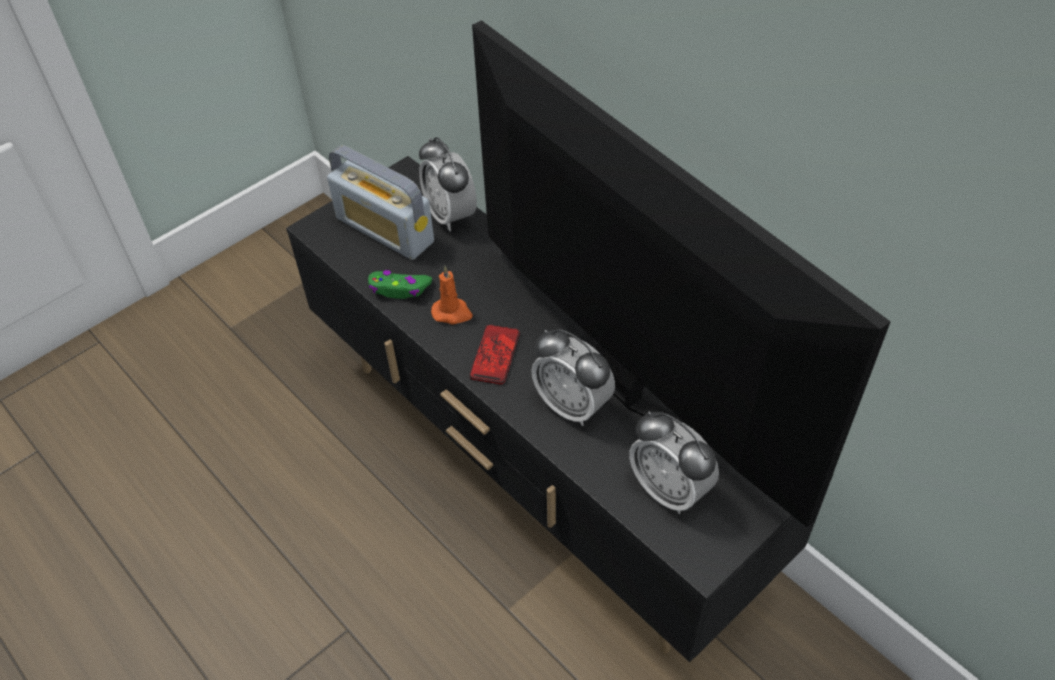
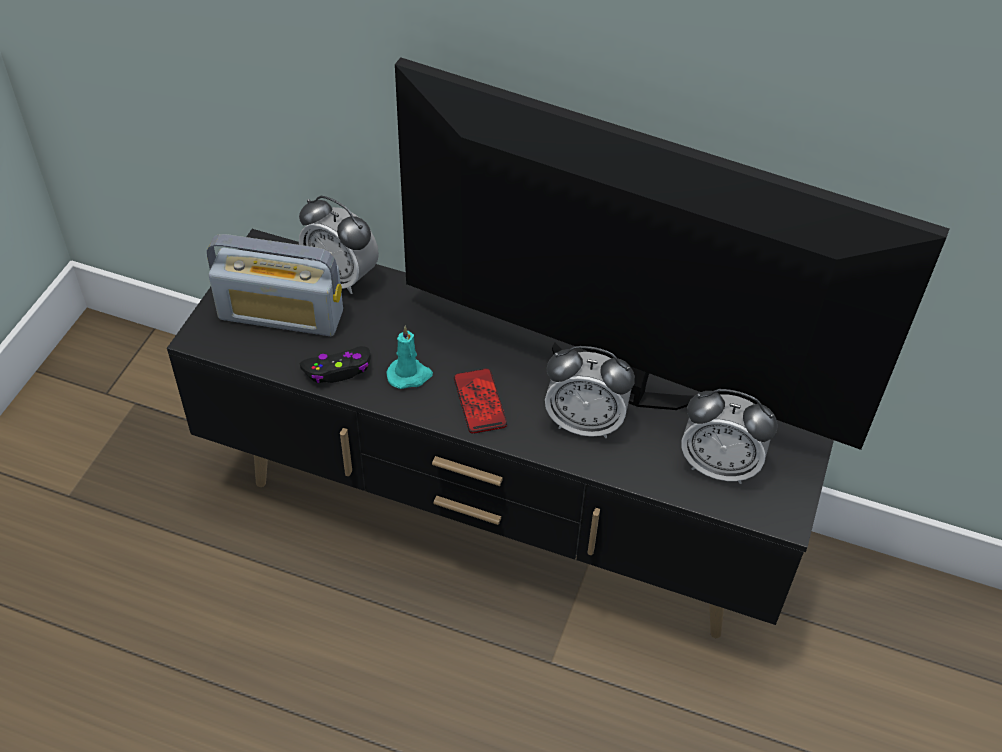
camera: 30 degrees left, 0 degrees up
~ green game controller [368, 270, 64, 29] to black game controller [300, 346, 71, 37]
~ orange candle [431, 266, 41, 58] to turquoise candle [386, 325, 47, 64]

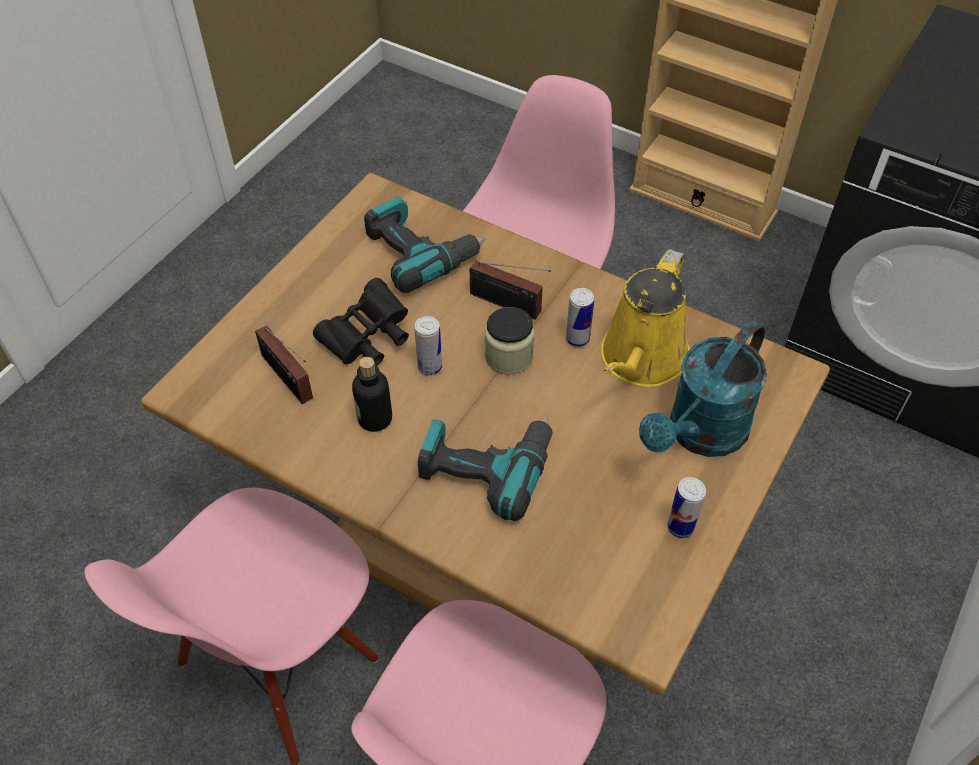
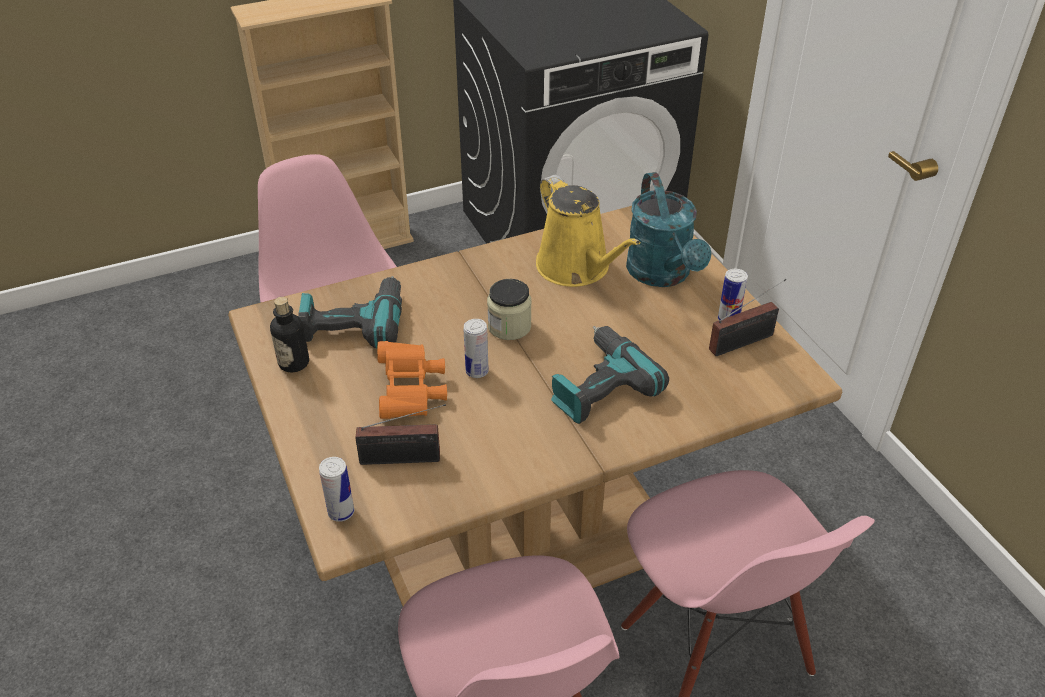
camera: 55 degrees left, 10 degrees down
~ bottle [352, 357, 40, 75] to [270, 297, 39, 75]
~ can [566, 288, 28, 59] to [319, 457, 35, 65]
~ black binoculars [313, 278, 96, 87] to orange binoculars [377, 341, 70, 78]
~ radio [470, 261, 81, 59] to [709, 279, 77, 77]

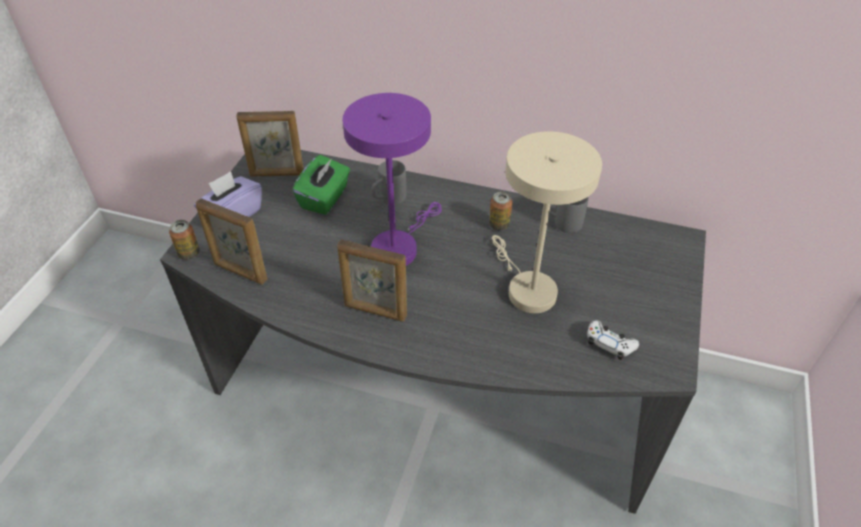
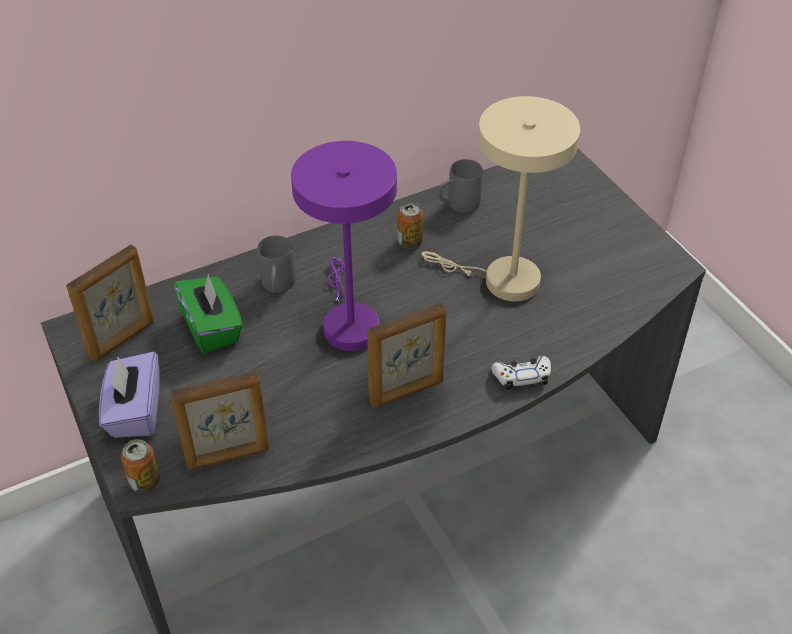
camera: 45 degrees left, 0 degrees up
~ white game controller [587, 320, 52, 40] to [491, 356, 60, 34]

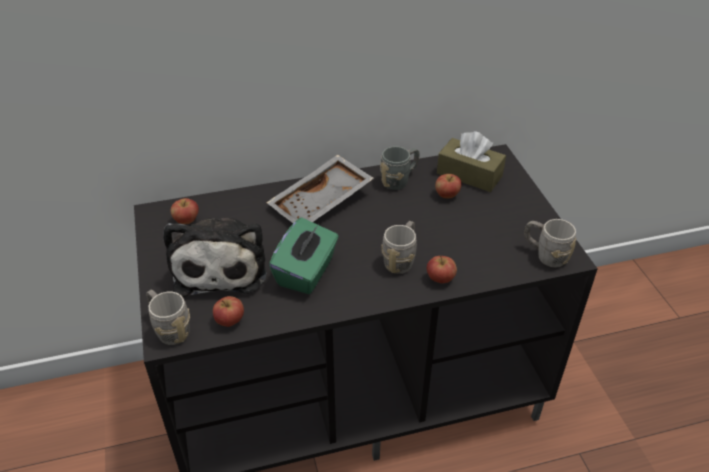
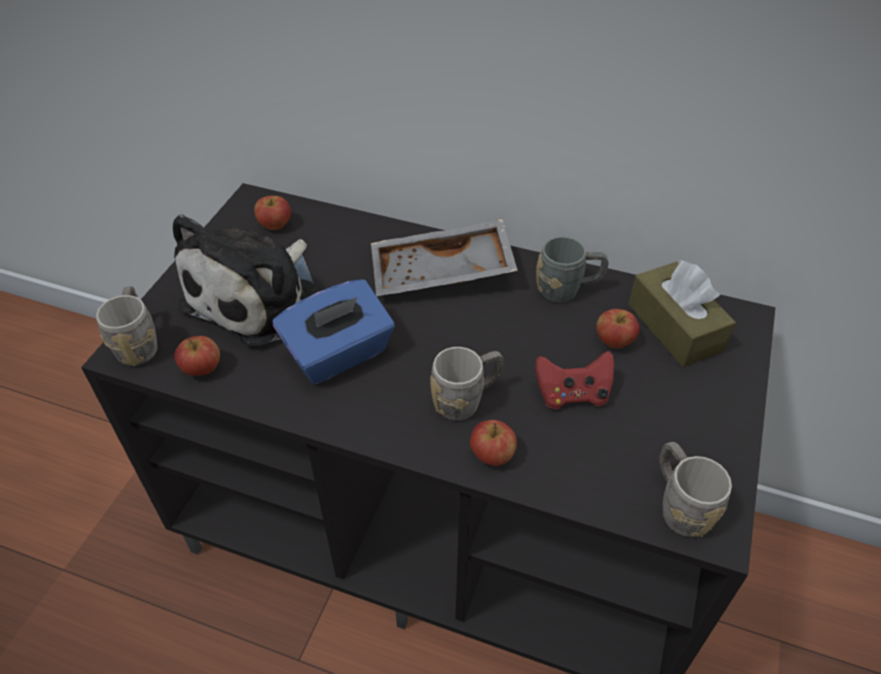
camera: 35 degrees right, 5 degrees up
~ green tissue box [269, 217, 70, 77] to blue tissue box [273, 279, 122, 105]
+ red game controller [535, 351, 79, 58]

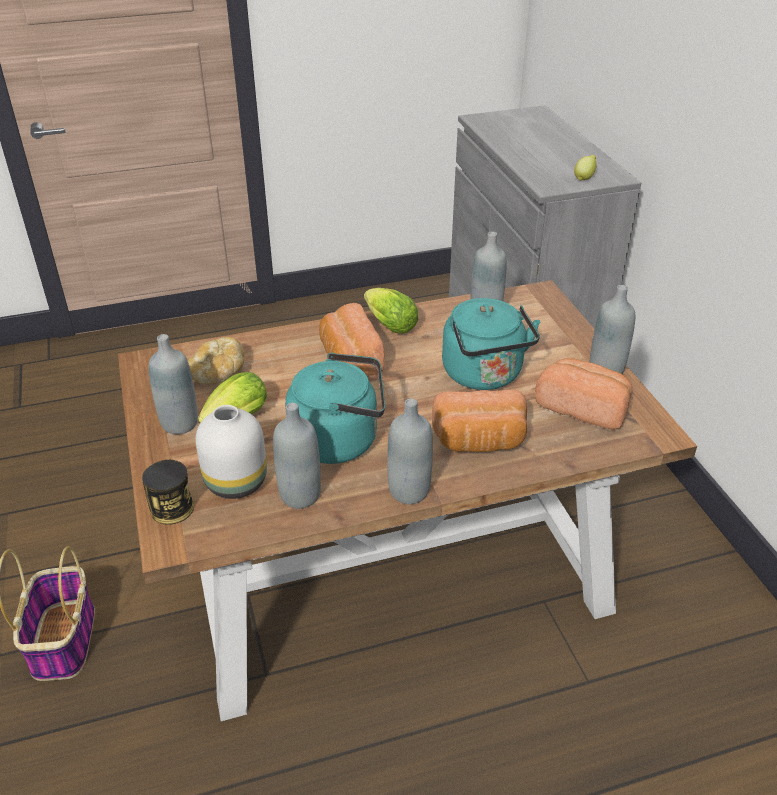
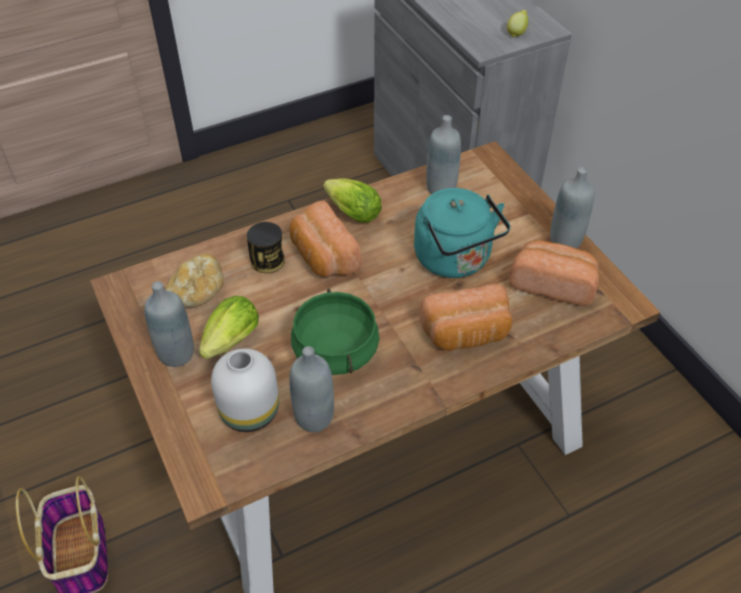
camera: 10 degrees left, 10 degrees up
~ can [142, 460, 52, 65] to [247, 222, 38, 51]
~ turquoise kettle [285, 353, 100, 111] to green cooking pot [291, 288, 89, 87]
- grey bottle [387, 399, 46, 106]

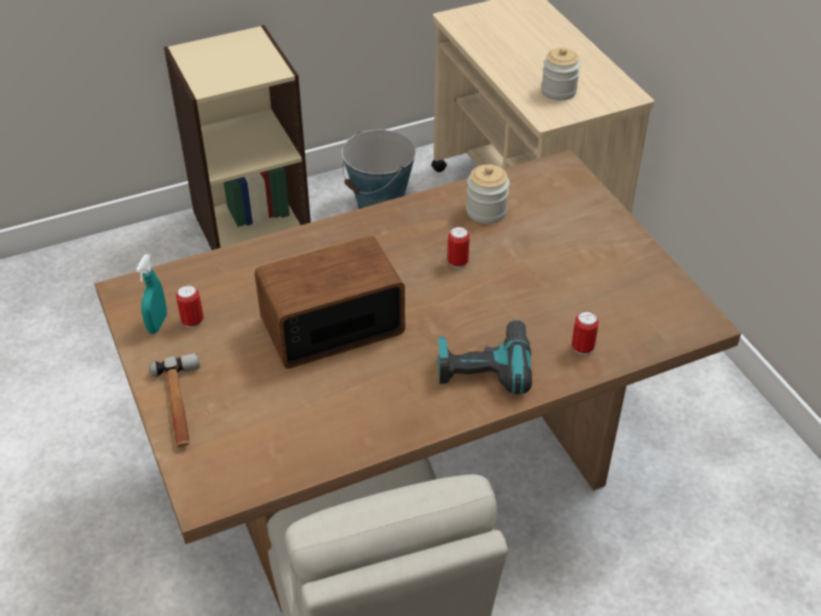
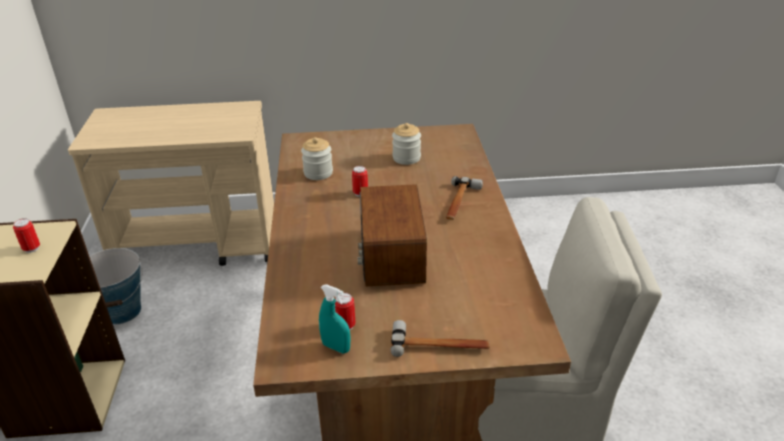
camera: 70 degrees left, 10 degrees down
~ can [572, 311, 27, 44] to [13, 218, 27, 35]
~ jar [541, 48, 39, 52] to [392, 123, 29, 42]
~ power drill [438, 317, 94, 78] to hammer [446, 176, 37, 44]

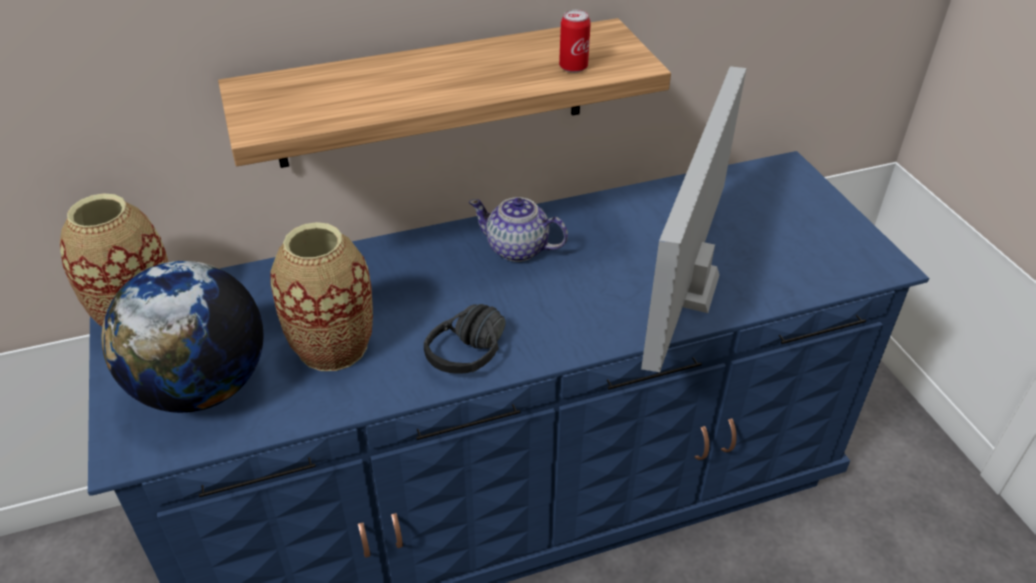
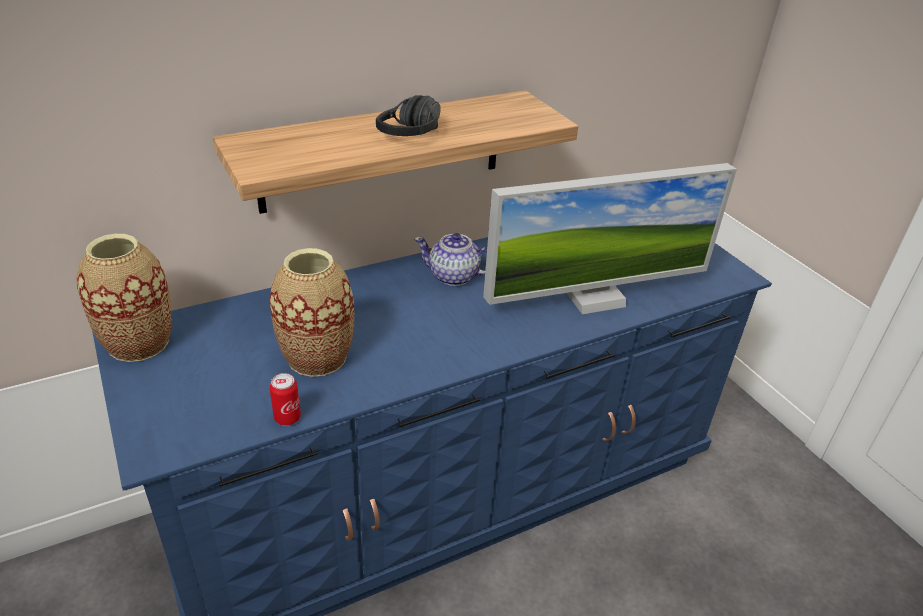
camera: 10 degrees left, 5 degrees down
~ can [559, 10, 32, 63] to [269, 373, 32, 53]
~ black headphones [424, 304, 82, 70] to [376, 95, 65, 41]
~ monitor [641, 66, 106, 306] = [483, 163, 254, 151] 120 degrees counterclockwise
- globe [101, 261, 163, 152]

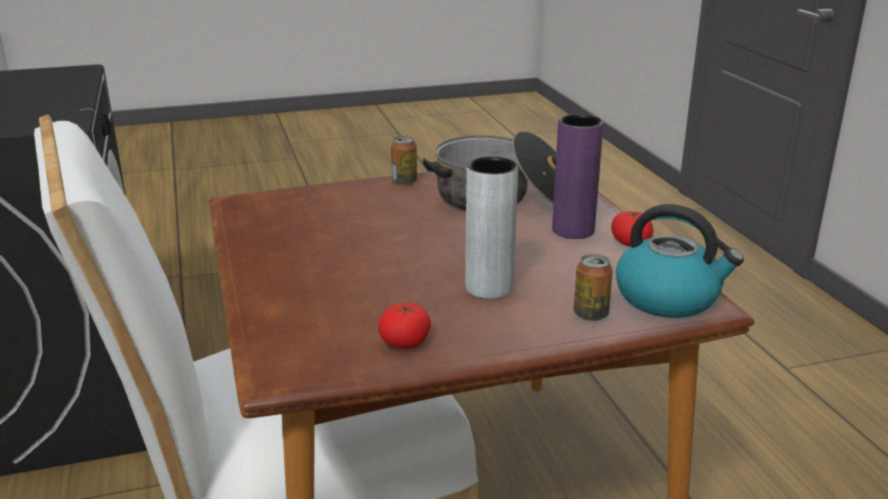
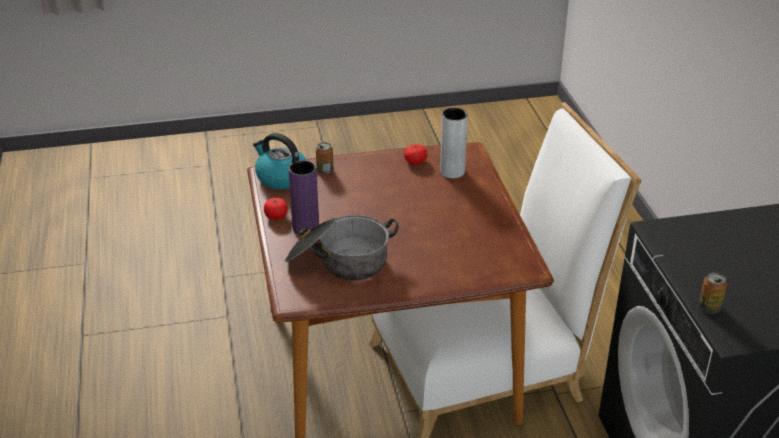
camera: 175 degrees left, 10 degrees up
~ grey vase [465, 156, 53, 143] to [440, 108, 28, 70]
~ can [391, 136, 26, 49] to [699, 272, 28, 41]

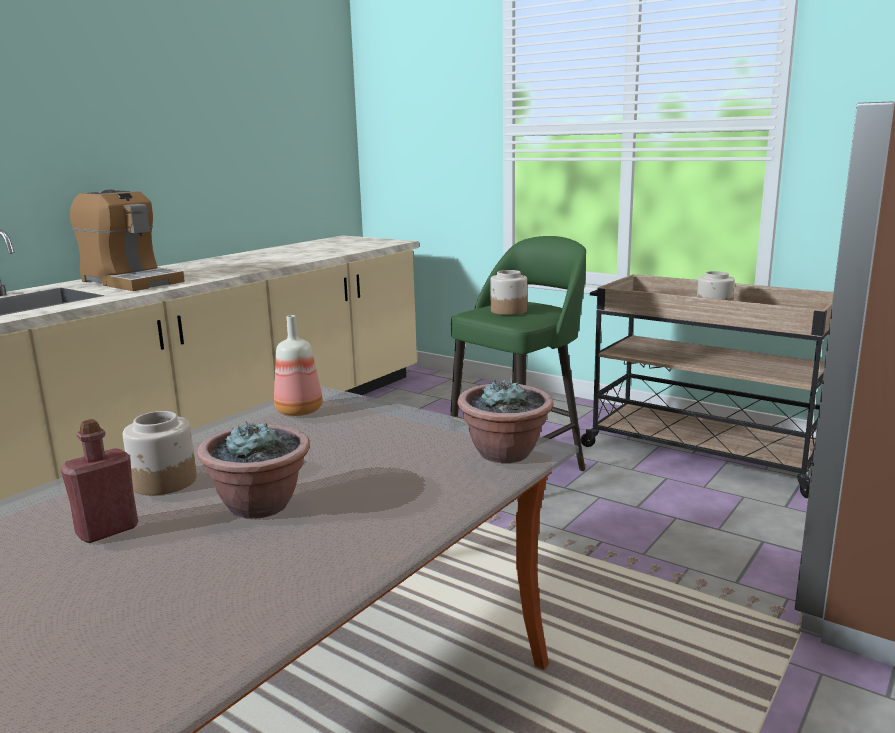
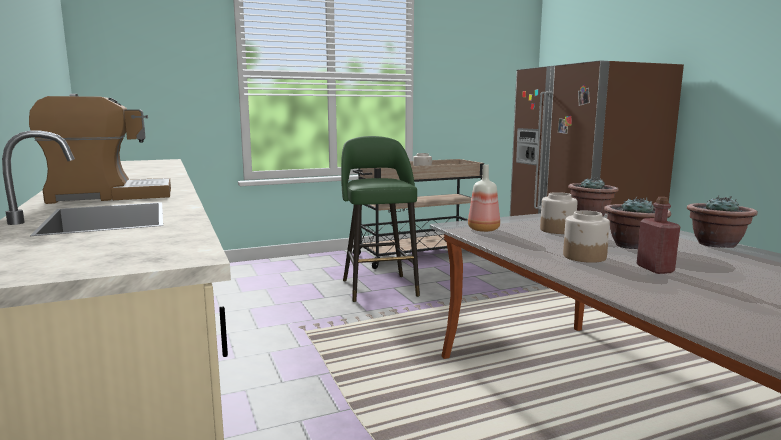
camera: 60 degrees left, 5 degrees down
~ jar [490, 270, 37, 45] to [540, 192, 38, 42]
+ potted plant [687, 195, 71, 53]

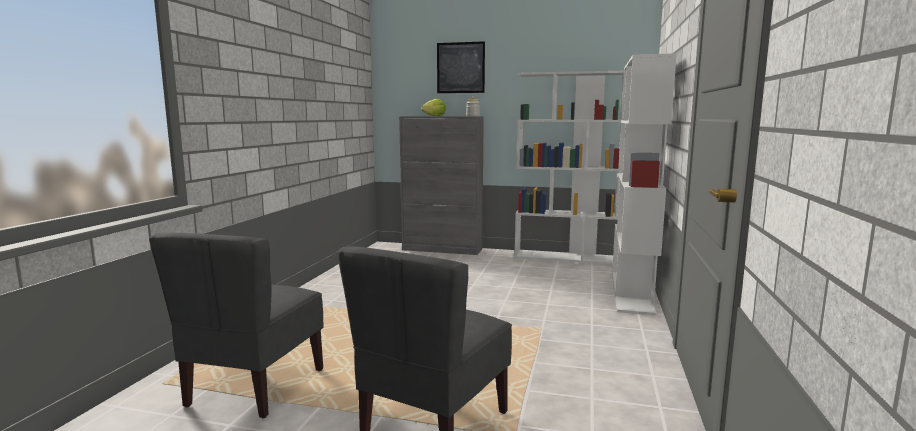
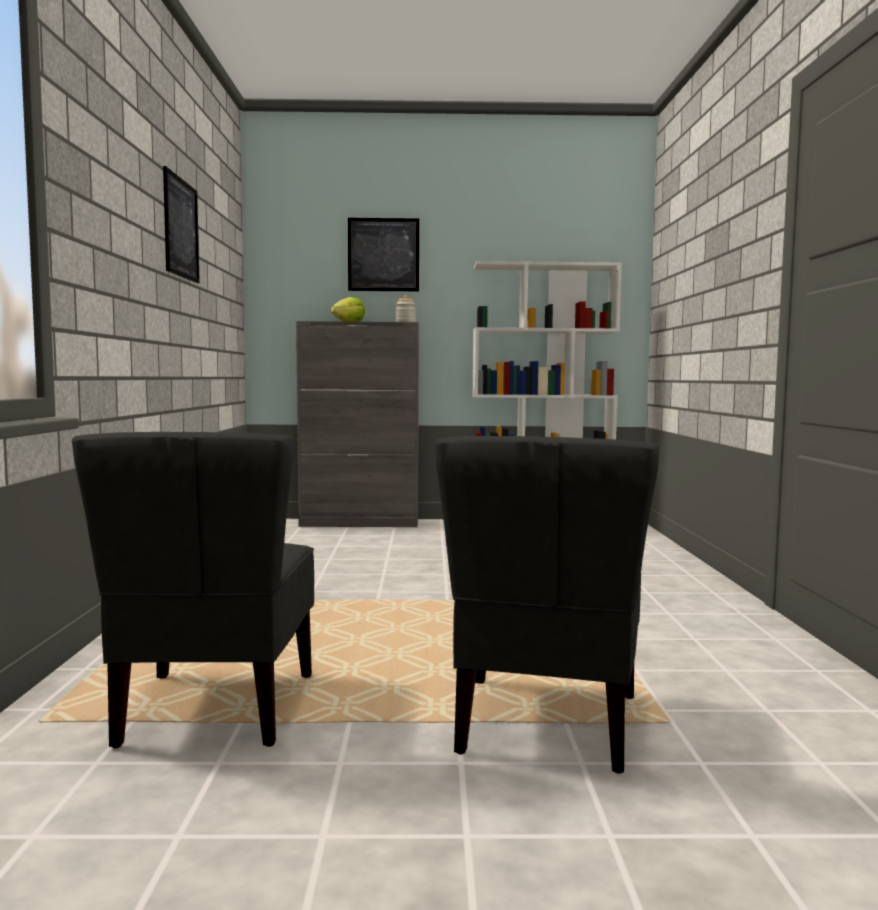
camera: 15 degrees left, 5 degrees down
+ picture [163, 166, 37, 117]
- white bookcase [612, 53, 65, 263]

